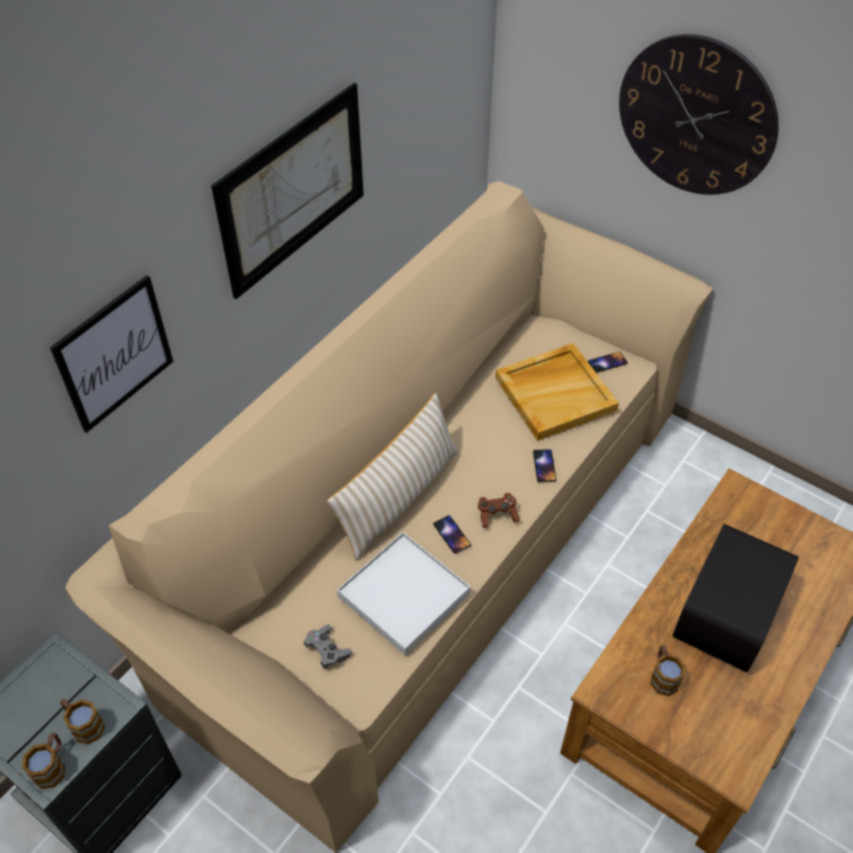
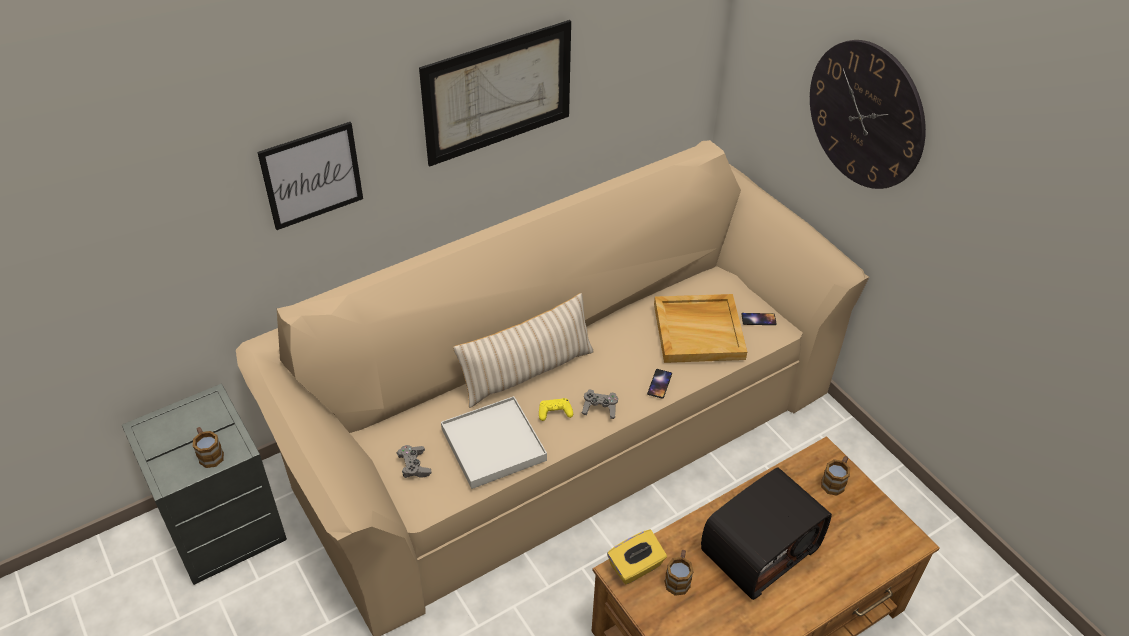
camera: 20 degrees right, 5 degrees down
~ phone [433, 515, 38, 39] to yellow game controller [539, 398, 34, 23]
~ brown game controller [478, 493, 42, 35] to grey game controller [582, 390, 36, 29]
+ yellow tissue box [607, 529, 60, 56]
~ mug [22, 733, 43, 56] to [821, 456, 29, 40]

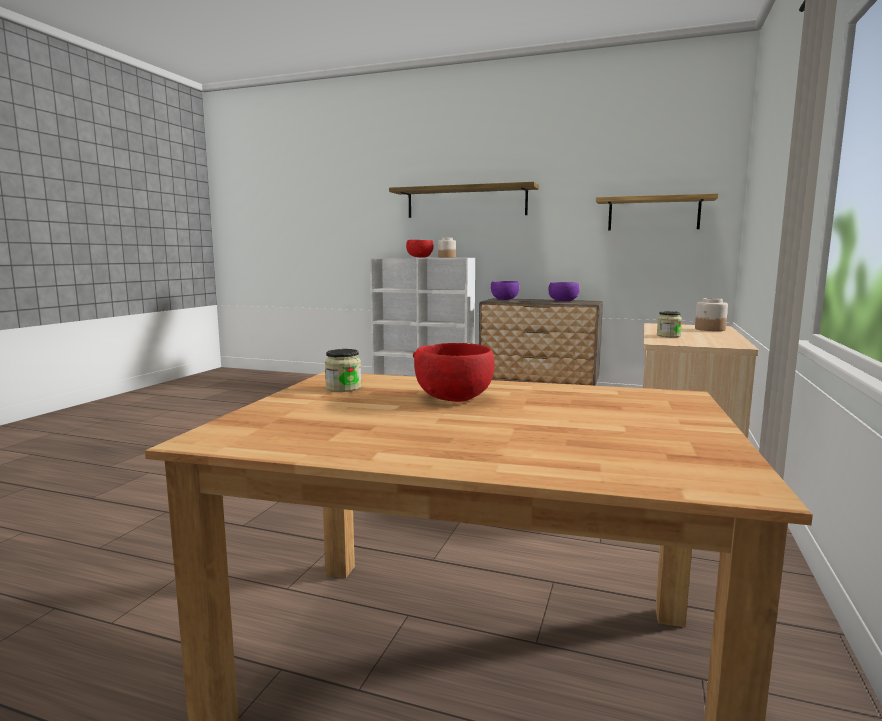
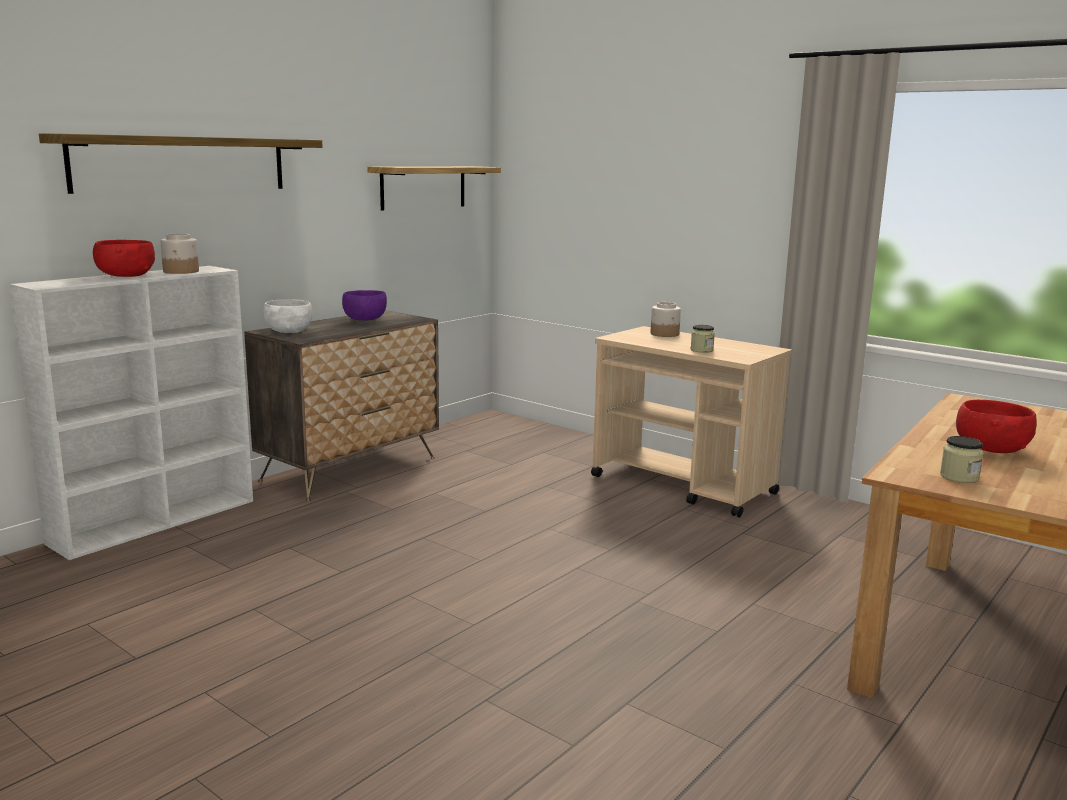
camera: 70 degrees left, 5 degrees up
~ purple bowl [491, 281, 28, 19] to white bowl [263, 299, 49, 34]

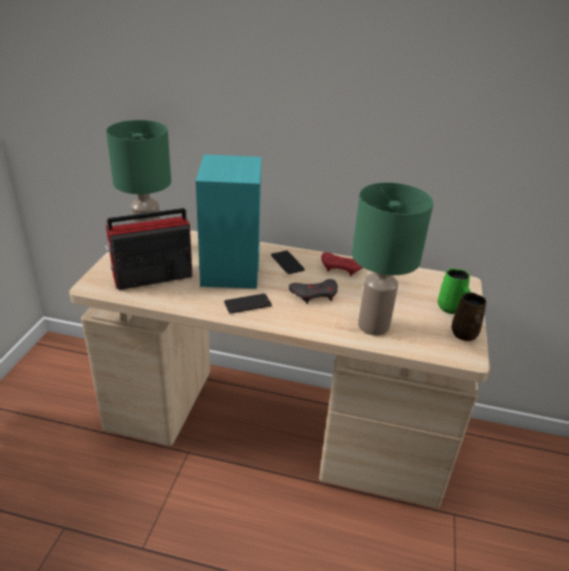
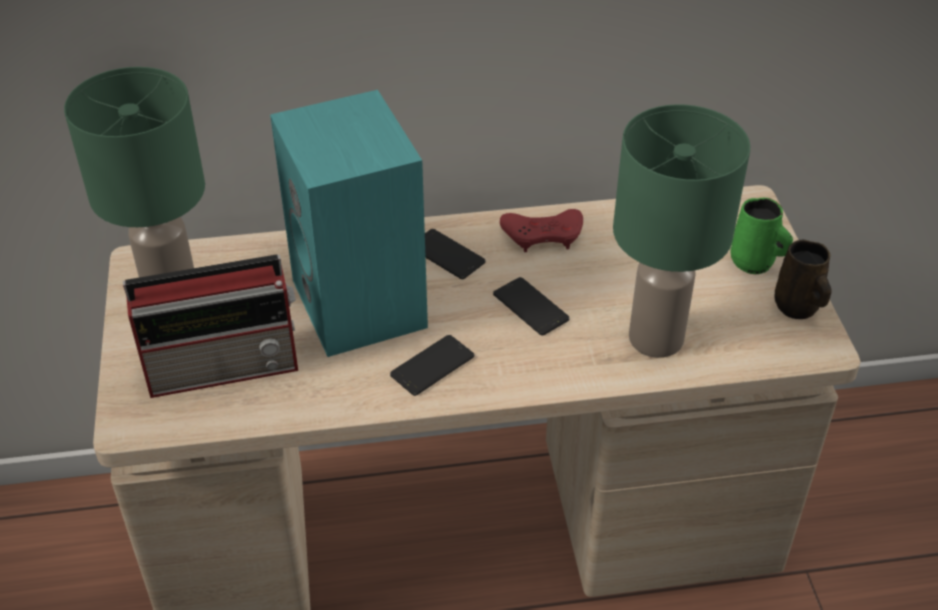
camera: 20 degrees left, 10 degrees up
~ radio [105, 208, 87, 82] = [123, 255, 175, 143] 150 degrees counterclockwise
~ grey game controller [289, 279, 49, 25] to phone [493, 277, 76, 59]

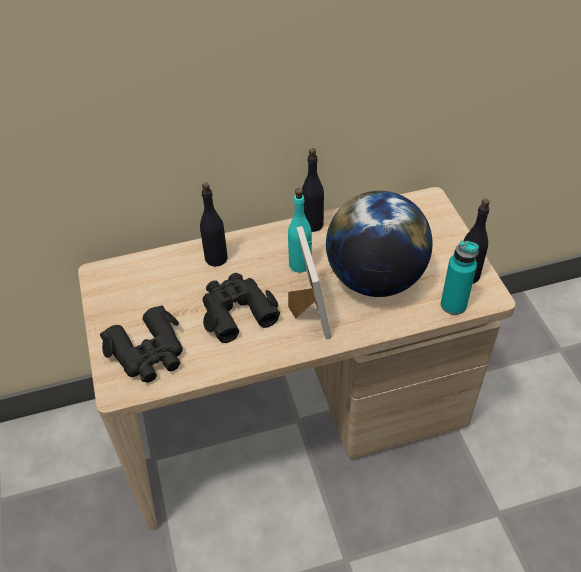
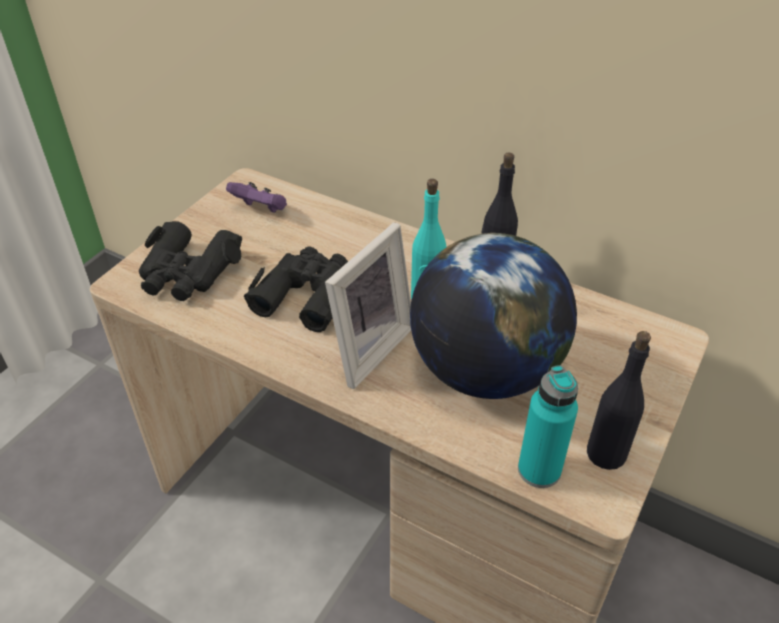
camera: 45 degrees right, 5 degrees down
+ purple game controller [226, 182, 61, 31]
- black bottle [200, 182, 28, 85]

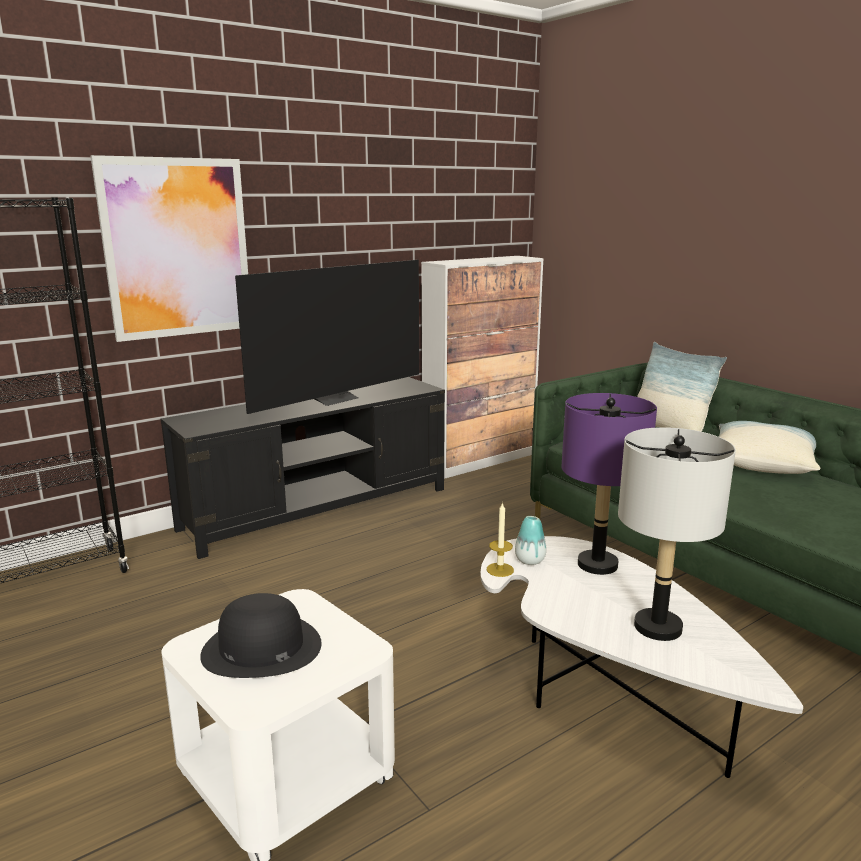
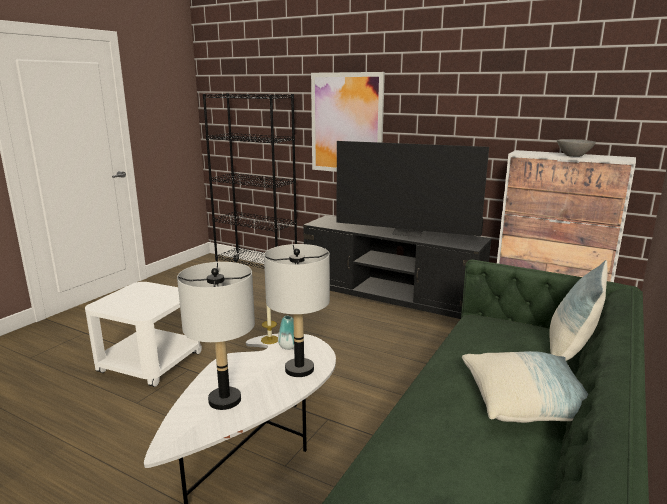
camera: 65 degrees right, 0 degrees up
~ purple table lamp [561, 393, 96, 182] to grey table lamp [264, 244, 66, 133]
+ grey bowl [557, 139, 39, 18]
- black hat [200, 593, 122, 85]

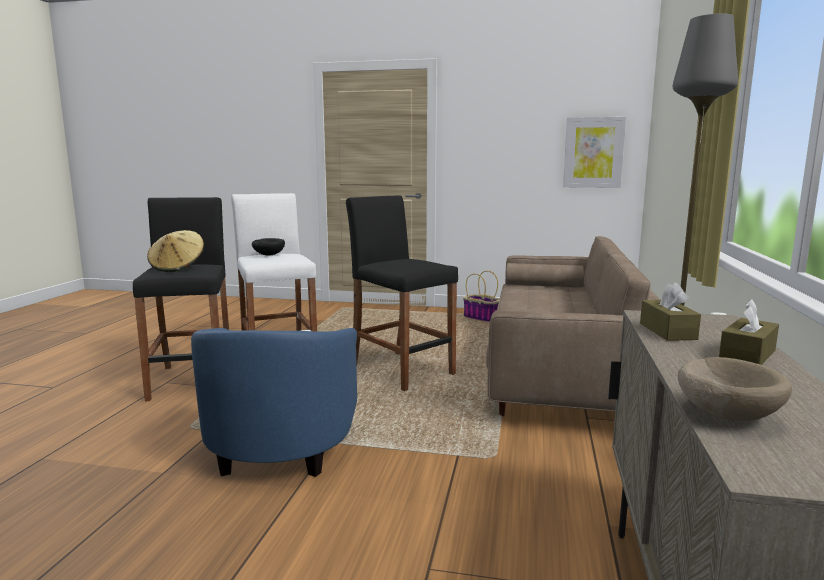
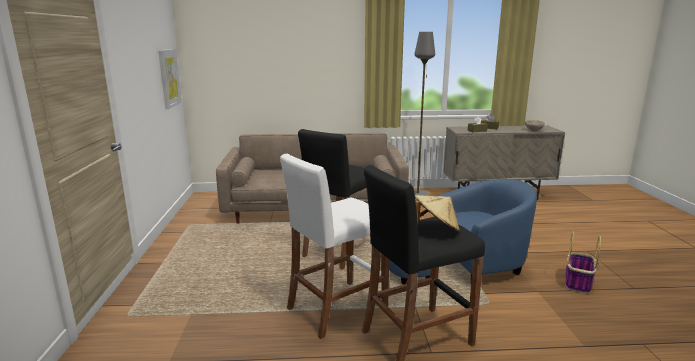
camera: 105 degrees left, 5 degrees up
~ basket [463, 271, 36, 51] to [565, 231, 36, 63]
- black bowl [252, 238, 33, 18]

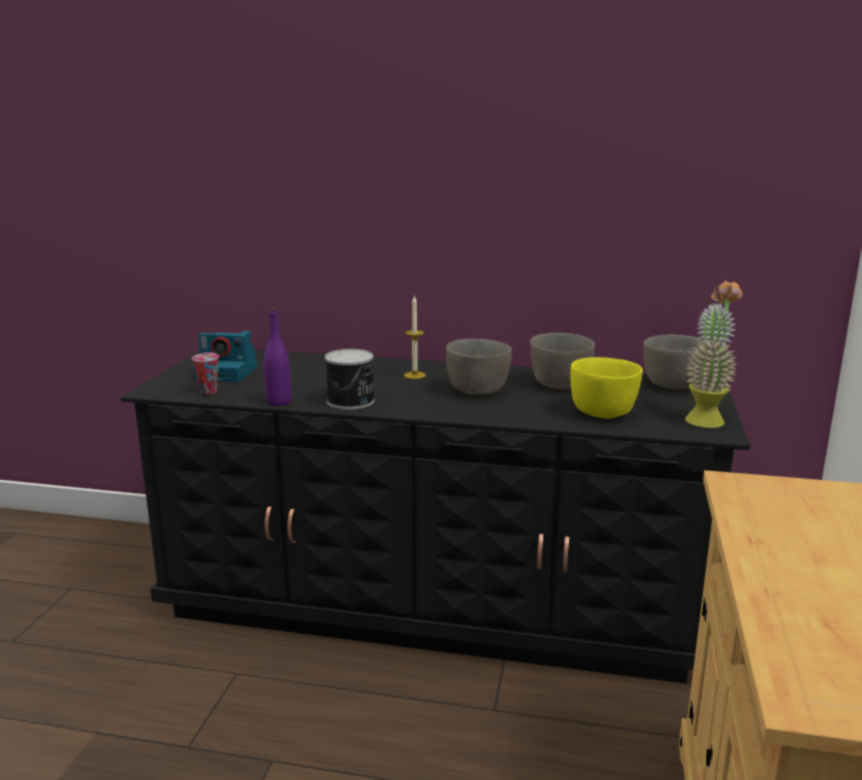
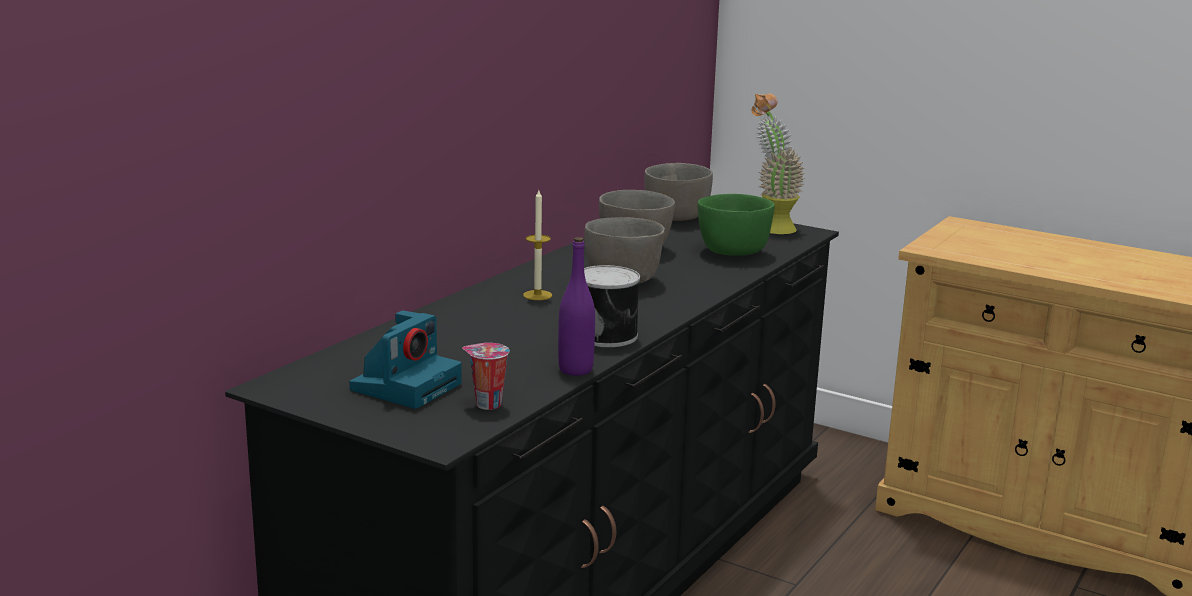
camera: 70 degrees left, 0 degrees up
~ yellow bowl [570, 357, 73, 61] to green bowl [698, 194, 77, 62]

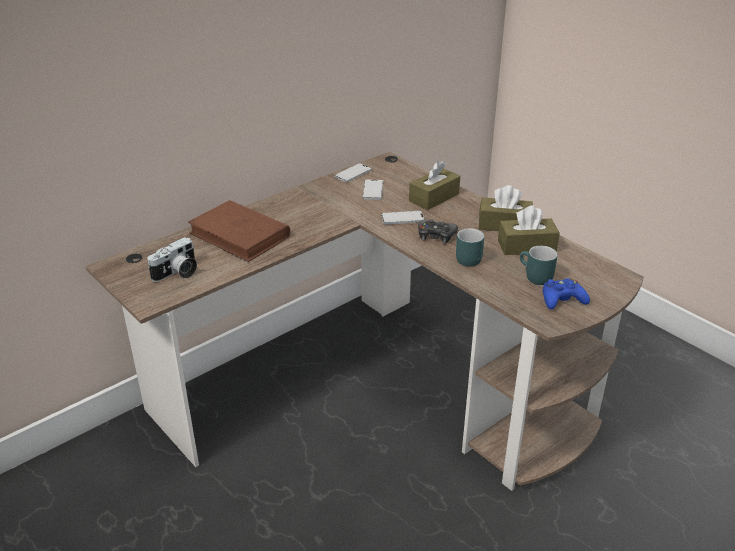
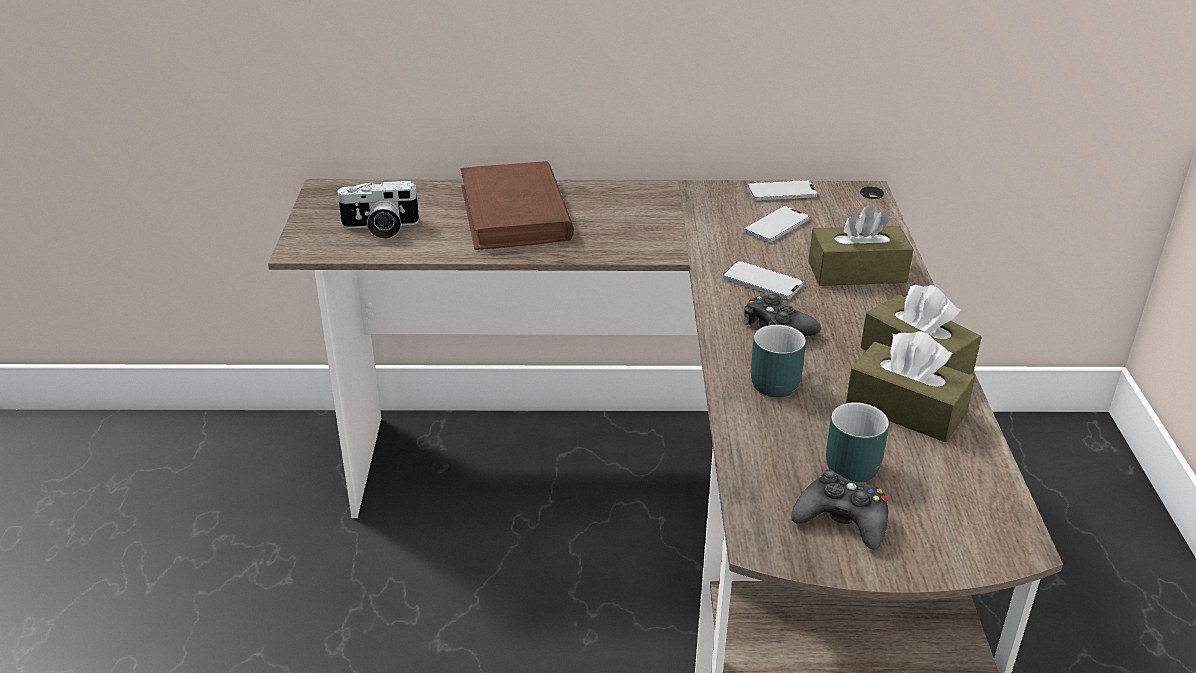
camera: 40 degrees right, 0 degrees up
~ blue game controller [543, 278, 47, 31] to black game controller [791, 469, 97, 81]

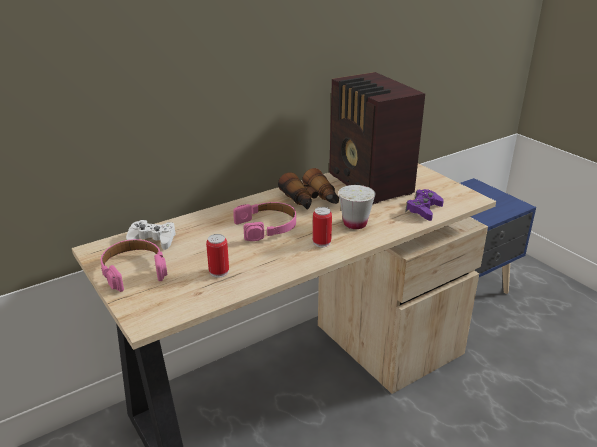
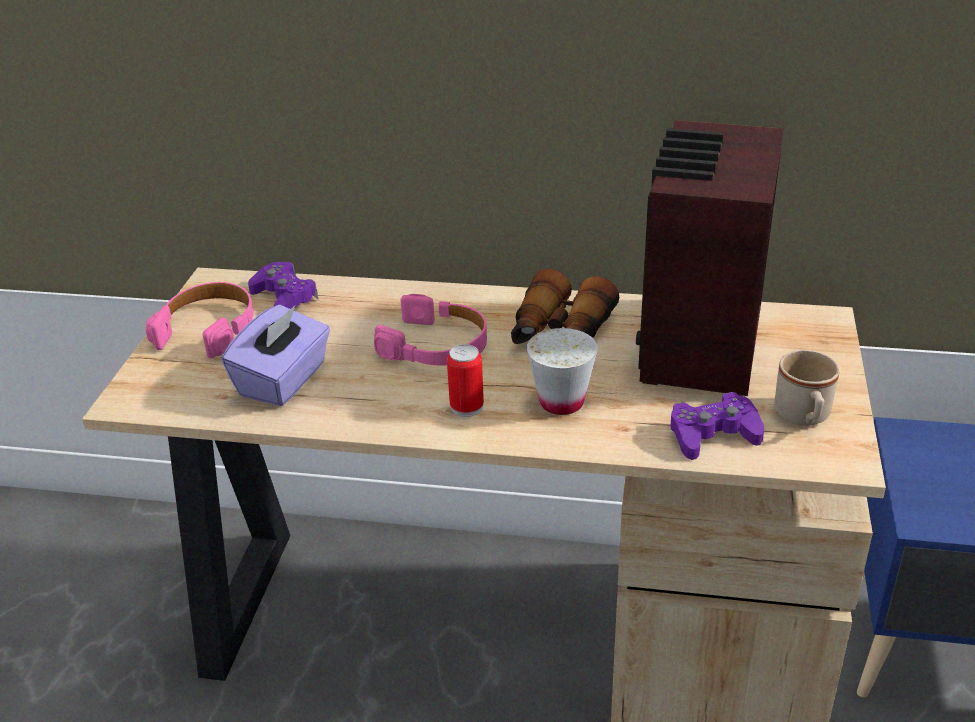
camera: 45 degrees right, 5 degrees up
~ can [206, 234, 23, 44] to purple tissue box [221, 304, 109, 102]
~ white game controller [126, 220, 50, 30] to purple game controller [248, 262, 70, 47]
+ beige mug [775, 350, 65, 76]

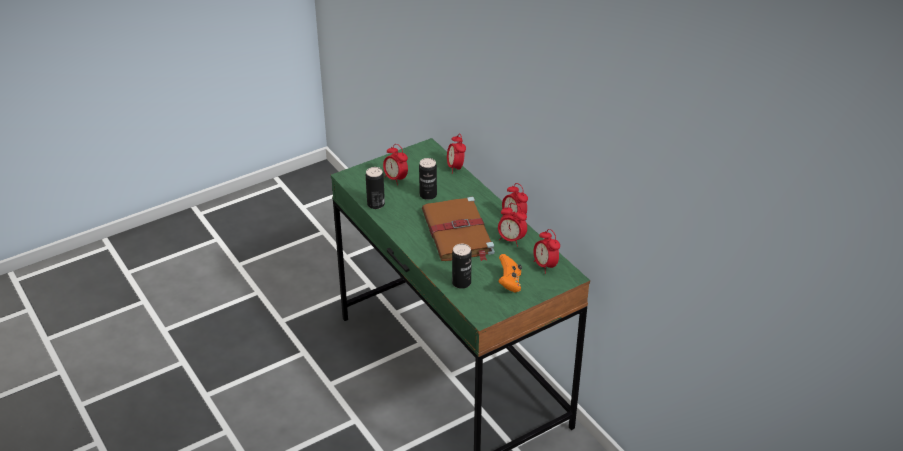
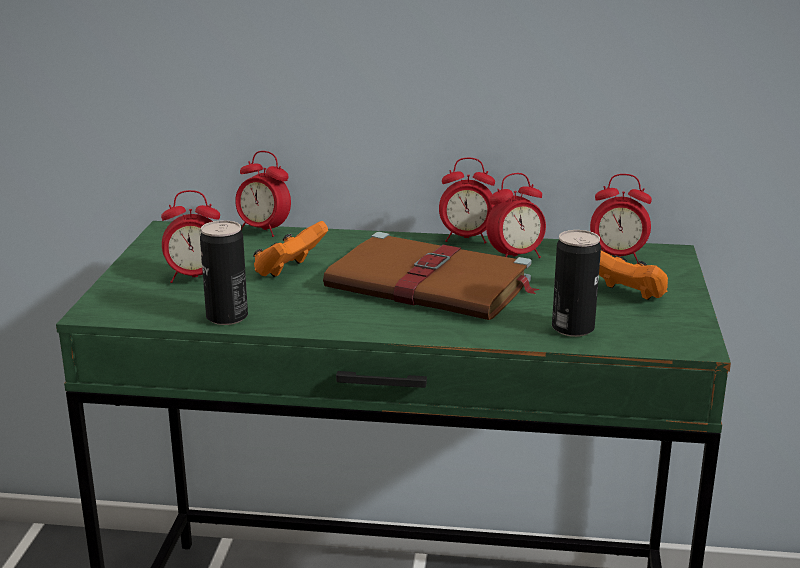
camera: 50 degrees left, 15 degrees down
~ can [419, 158, 18, 42] to orange game controller [253, 221, 75, 56]

